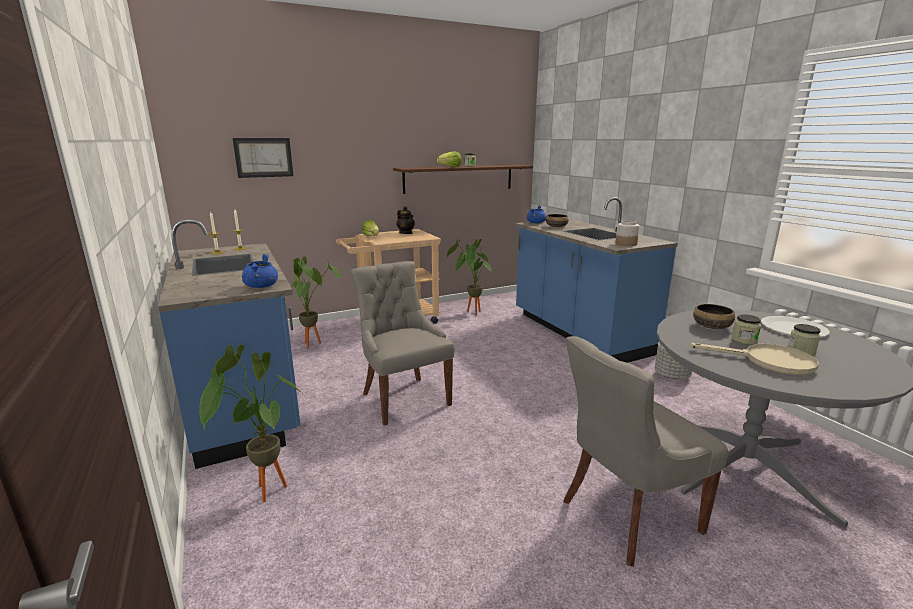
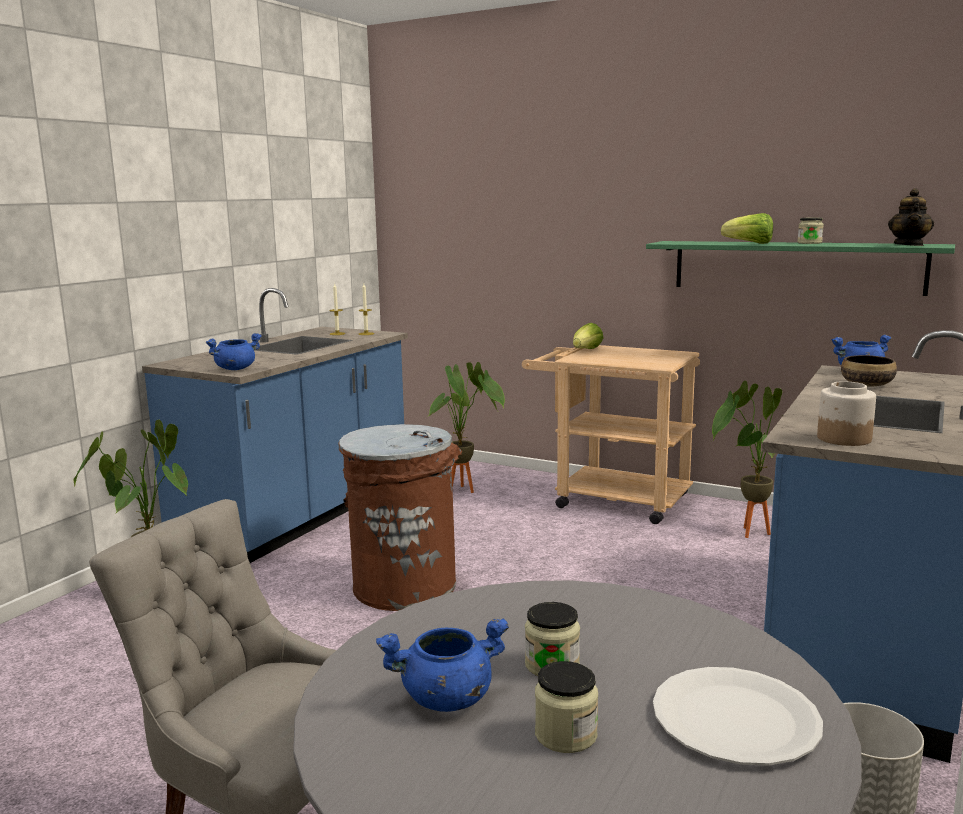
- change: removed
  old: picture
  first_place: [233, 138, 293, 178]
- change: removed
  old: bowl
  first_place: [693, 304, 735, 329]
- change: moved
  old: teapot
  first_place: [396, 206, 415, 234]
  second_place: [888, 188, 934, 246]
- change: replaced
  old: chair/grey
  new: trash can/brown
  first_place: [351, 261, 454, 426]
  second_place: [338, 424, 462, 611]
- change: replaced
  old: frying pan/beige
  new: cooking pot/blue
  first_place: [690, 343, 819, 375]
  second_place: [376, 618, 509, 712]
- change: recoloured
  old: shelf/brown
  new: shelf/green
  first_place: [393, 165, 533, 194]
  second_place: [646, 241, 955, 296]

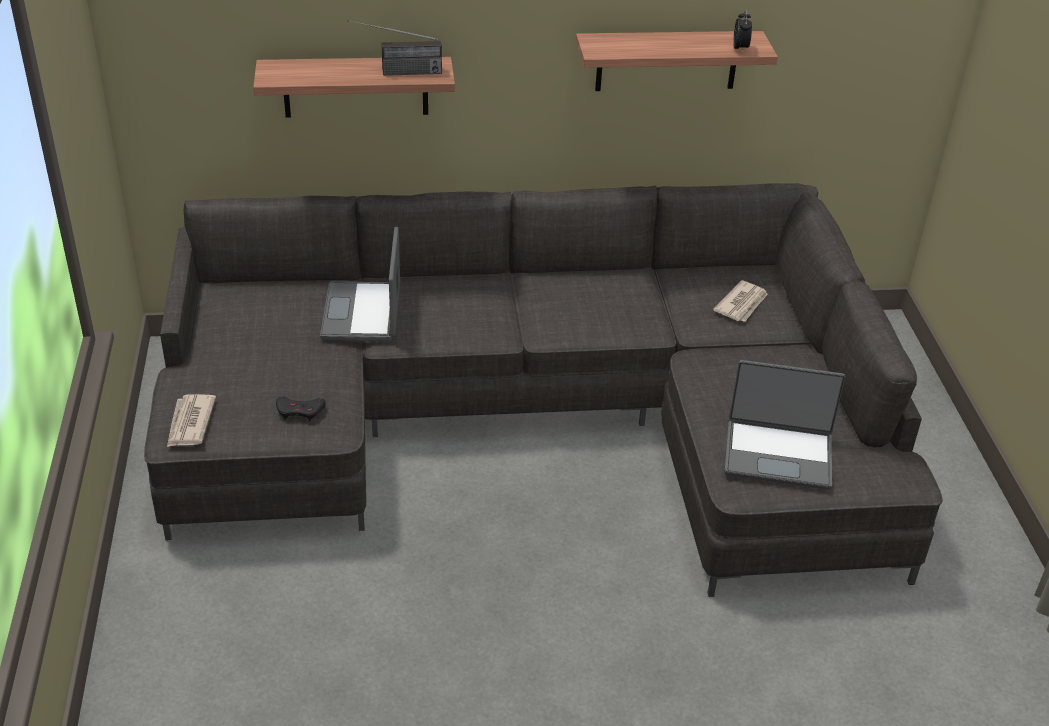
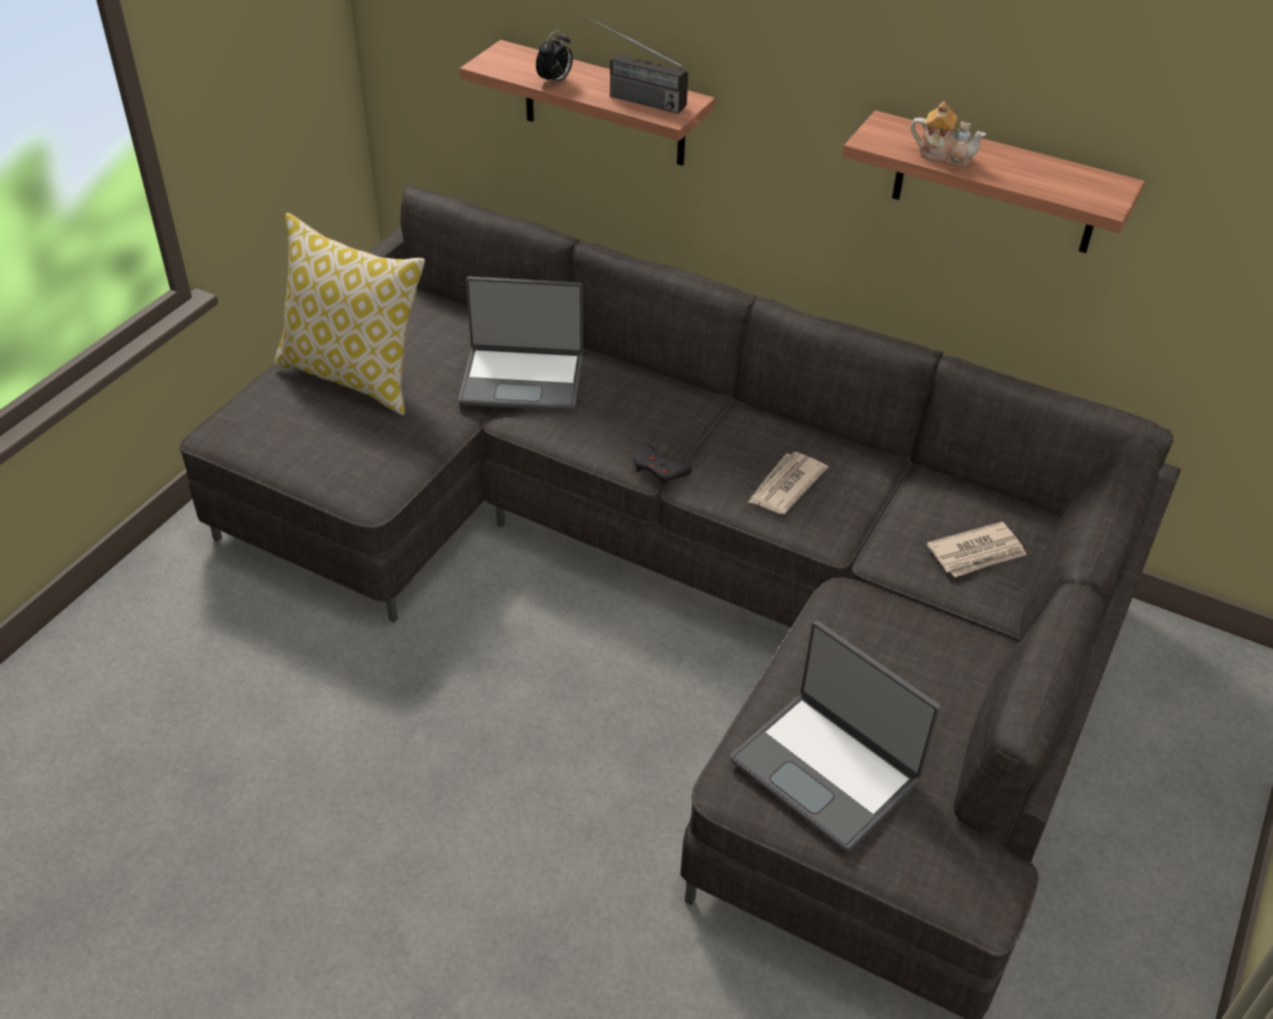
- change: added
  new: pillow
  second_place: [274, 213, 425, 415]
- change: added
  new: teapot
  second_place: [911, 101, 987, 167]
- change: moved
  old: newspaper
  first_place: [167, 394, 216, 447]
  second_place: [748, 452, 828, 514]
- change: moved
  old: game controller/black
  first_place: [276, 396, 326, 421]
  second_place: [634, 444, 692, 485]
- change: moved
  old: alarm clock
  first_place: [733, 9, 752, 53]
  second_place: [536, 30, 573, 86]
- change: turned
  old: laptop
  first_place: [320, 227, 400, 342]
  second_place: [458, 277, 583, 411]
  degrees: -120

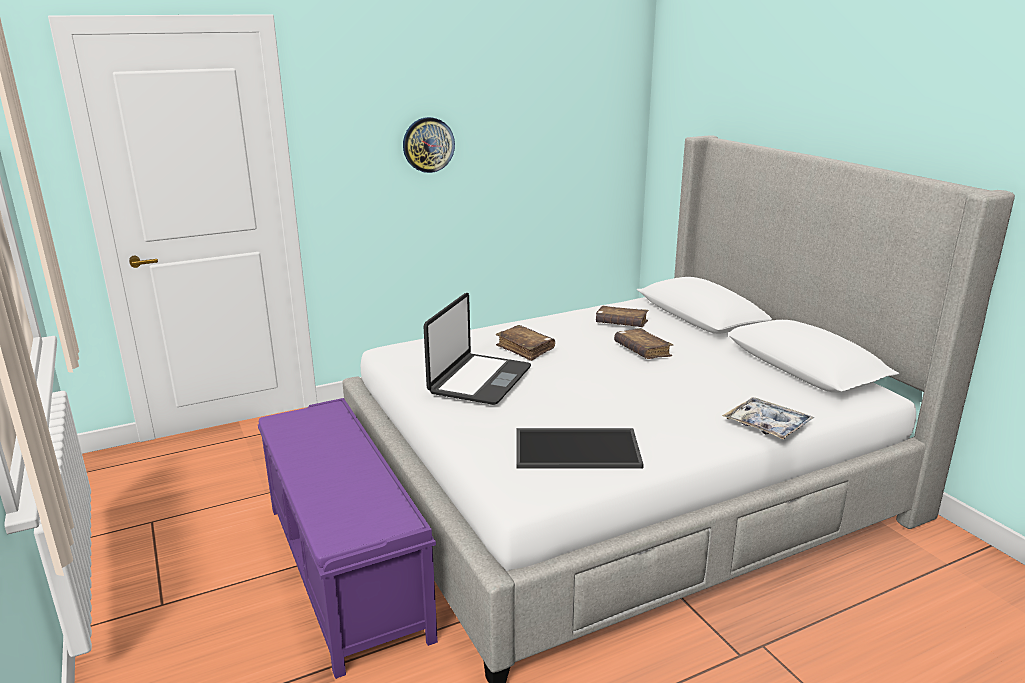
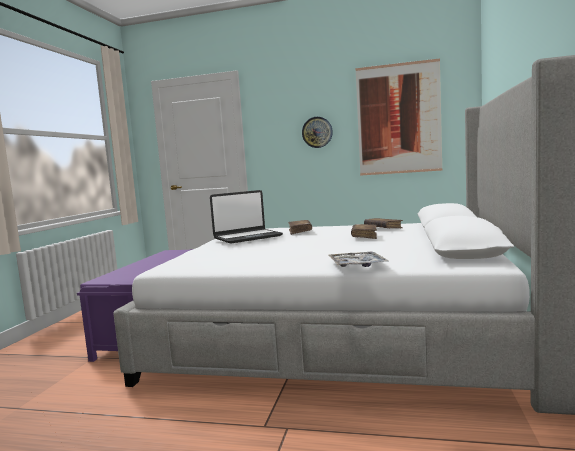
- change: removed
  old: tray
  first_place: [516, 428, 644, 469]
- change: added
  new: picture
  second_place: [355, 58, 442, 176]

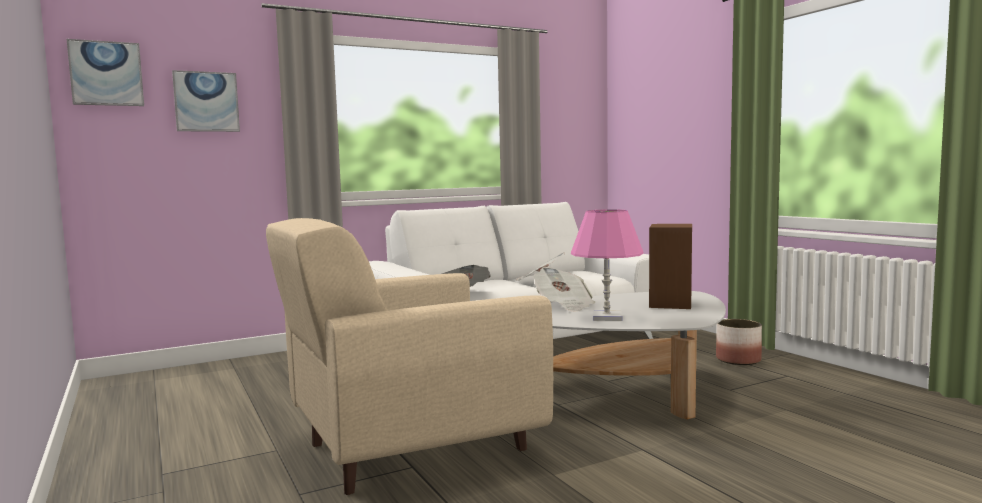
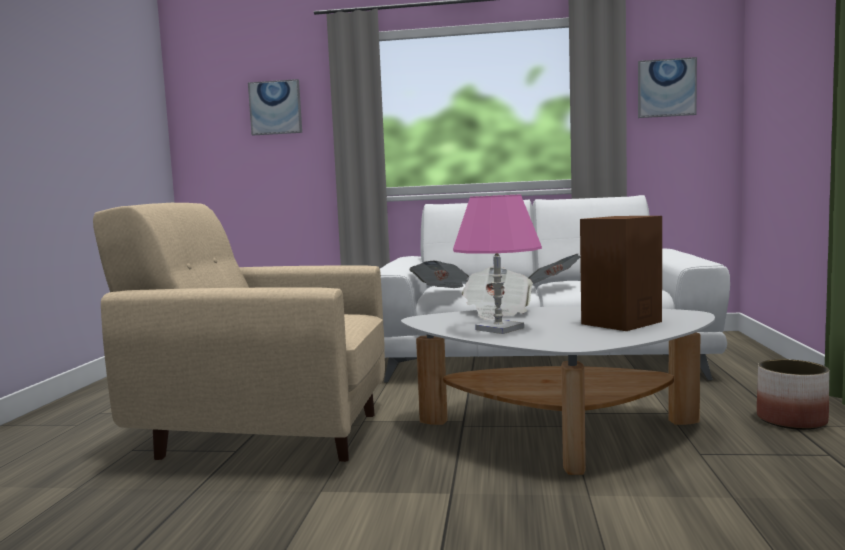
- change: moved
  old: picture
  first_place: [67, 39, 144, 106]
  second_place: [638, 57, 697, 118]

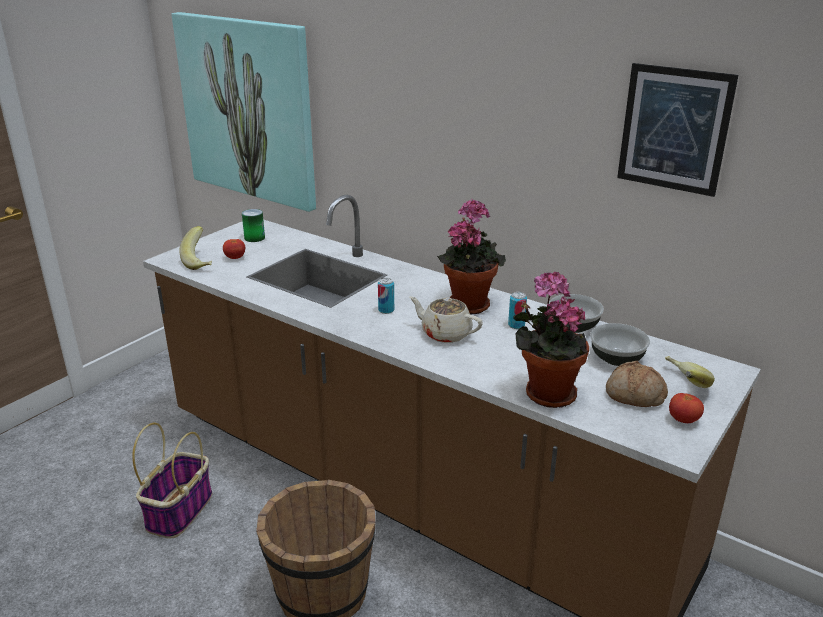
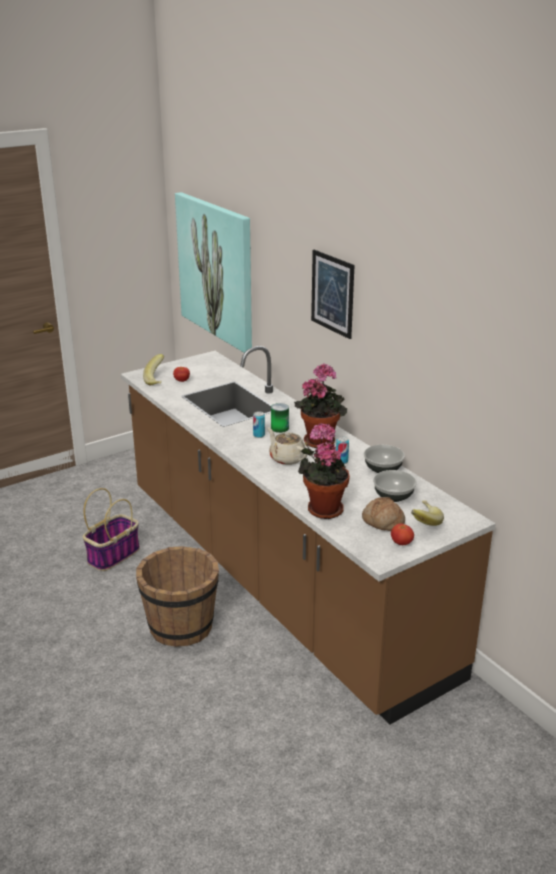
- change: moved
  old: can
  first_place: [242, 209, 265, 242]
  second_place: [271, 403, 289, 433]
- change: moved
  old: picture
  first_place: [617, 63, 738, 197]
  second_place: [311, 250, 354, 339]

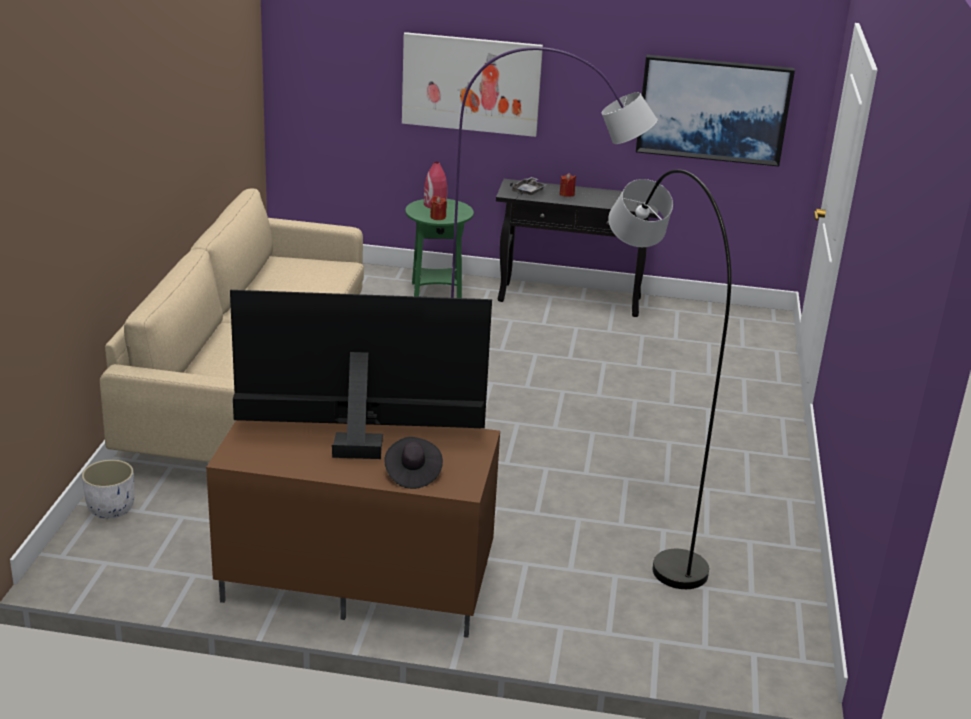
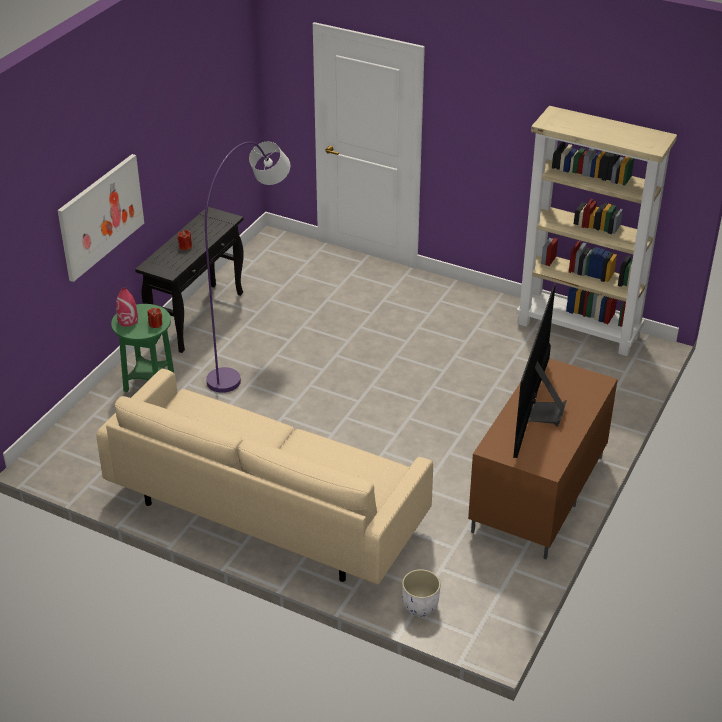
- change: removed
  old: hat/black
  first_place: [384, 437, 443, 489]
- change: removed
  old: tray/grey
  first_place: [510, 177, 548, 195]
- change: removed
  old: floor lamp/grey
  first_place: [609, 169, 731, 589]
- change: removed
  old: picture
  first_place: [636, 55, 795, 167]
- change: added
  new: bookcase/beige
  second_place: [517, 106, 677, 356]

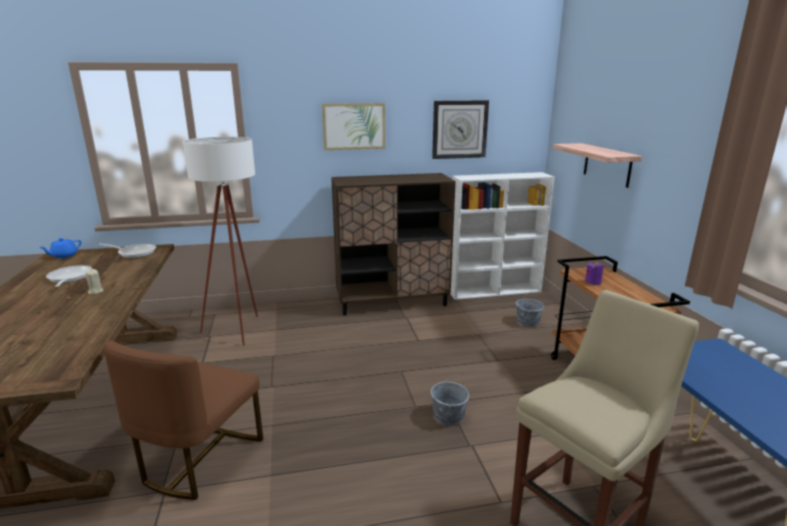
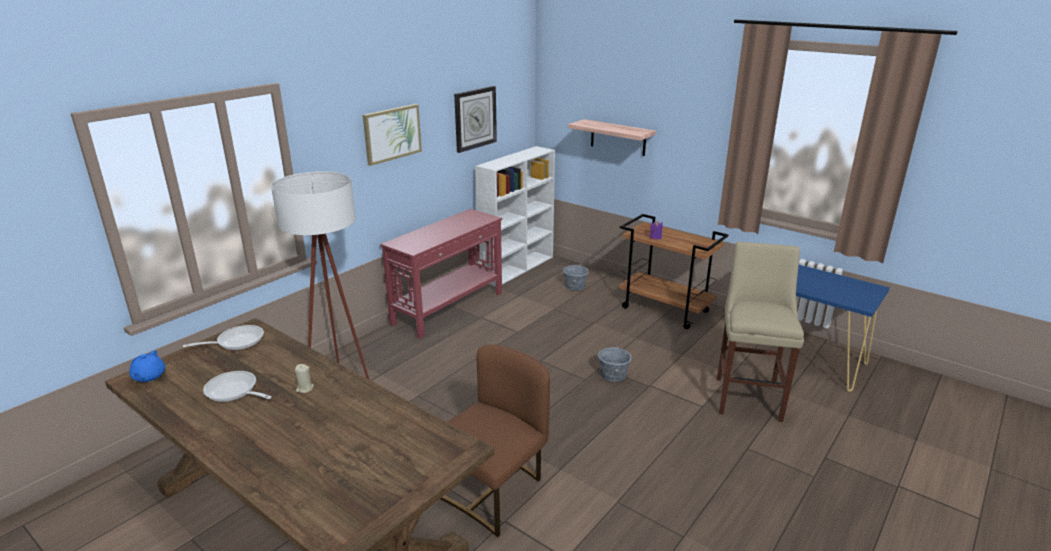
- change: replaced
  old: cabinet/brown
  new: console table/red
  first_place: [331, 173, 456, 315]
  second_place: [380, 209, 502, 339]
- change: turned
  old: chair/brown
  first_place: [104, 341, 263, 500]
  second_place: [440, 344, 550, 537]
  degrees: -120

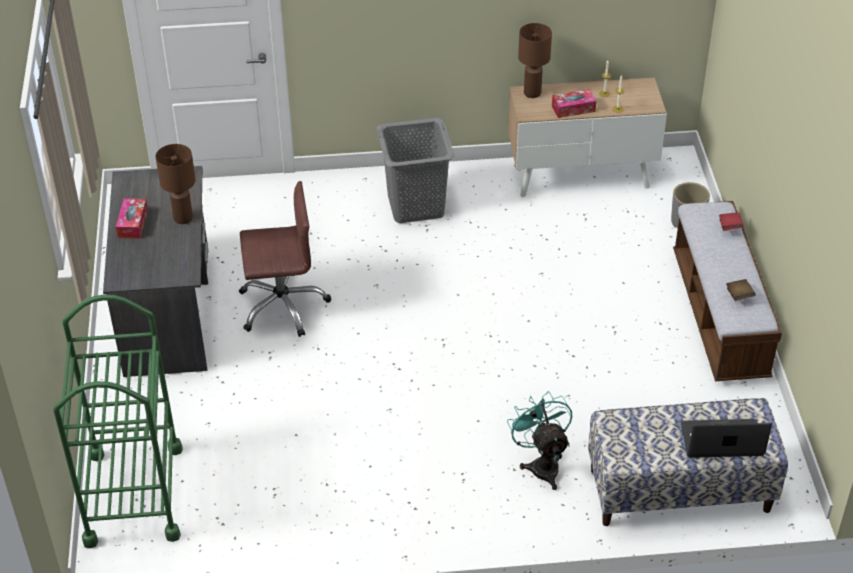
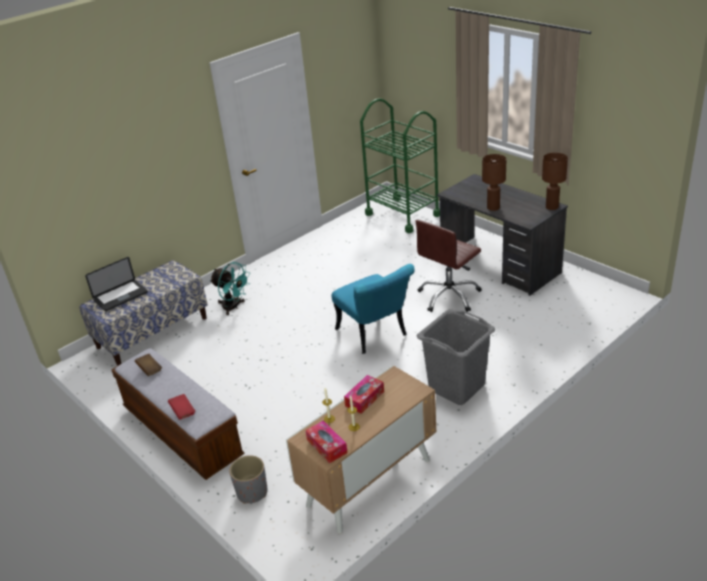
- change: added
  new: chair/turquoise
  second_place: [332, 264, 415, 354]
- change: moved
  old: tissue box
  first_place: [116, 198, 148, 239]
  second_place: [306, 421, 347, 463]
- change: moved
  old: table lamp/brown
  first_place: [518, 23, 552, 98]
  second_place: [542, 153, 568, 210]

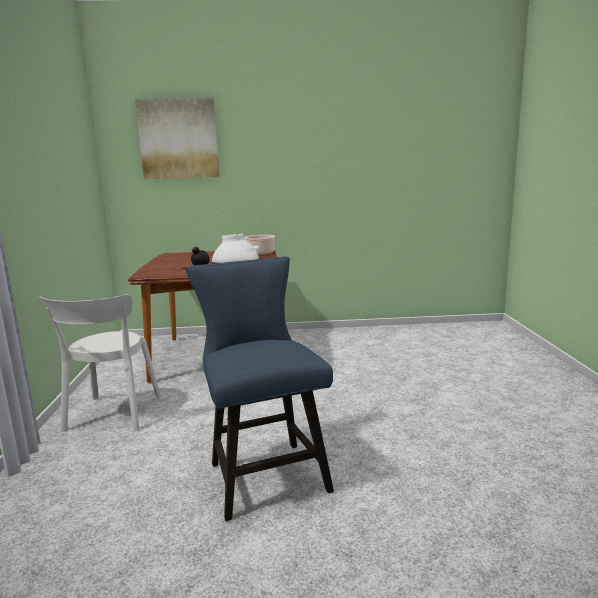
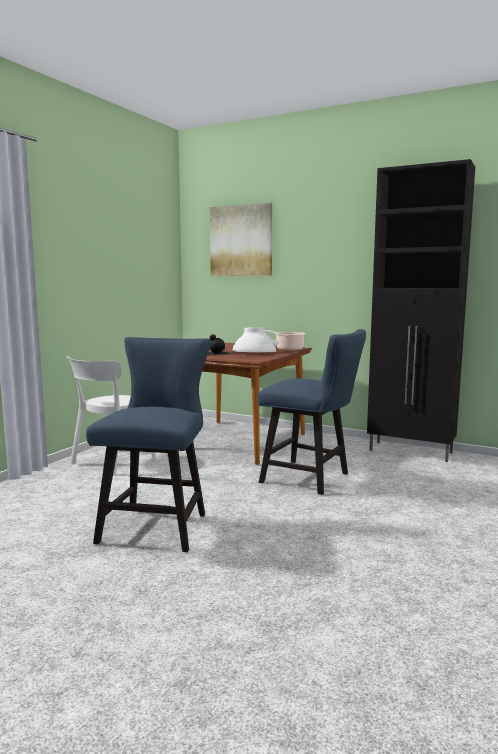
- change: added
  new: chair/blue
  second_place: [258, 329, 366, 495]
- change: added
  new: cabinet/black
  second_place: [367, 159, 475, 462]

